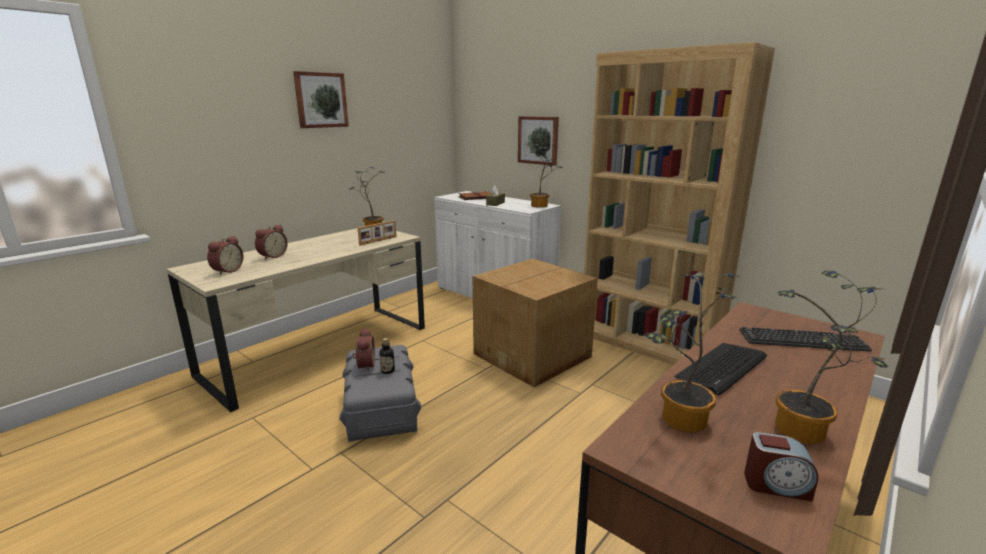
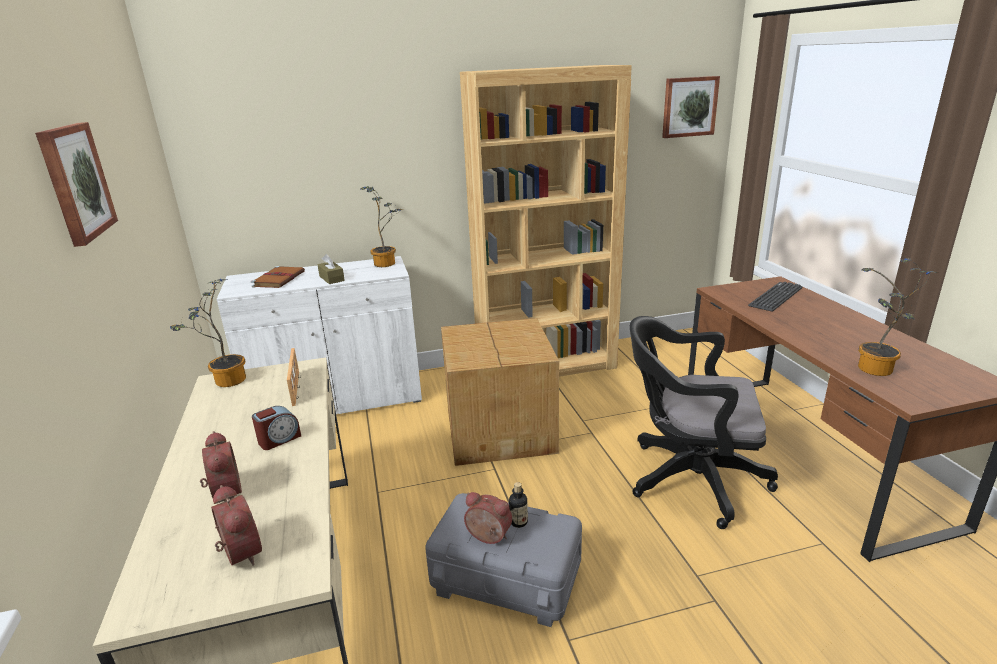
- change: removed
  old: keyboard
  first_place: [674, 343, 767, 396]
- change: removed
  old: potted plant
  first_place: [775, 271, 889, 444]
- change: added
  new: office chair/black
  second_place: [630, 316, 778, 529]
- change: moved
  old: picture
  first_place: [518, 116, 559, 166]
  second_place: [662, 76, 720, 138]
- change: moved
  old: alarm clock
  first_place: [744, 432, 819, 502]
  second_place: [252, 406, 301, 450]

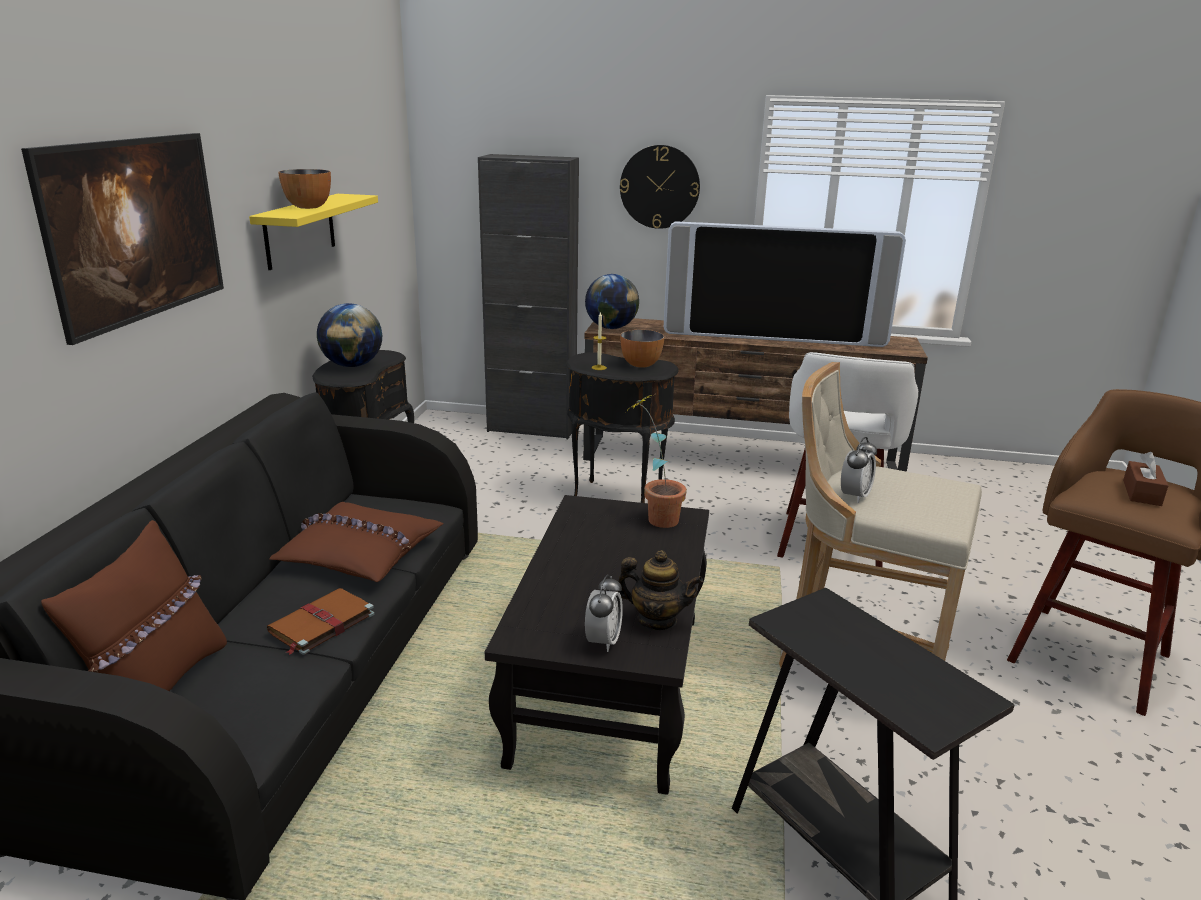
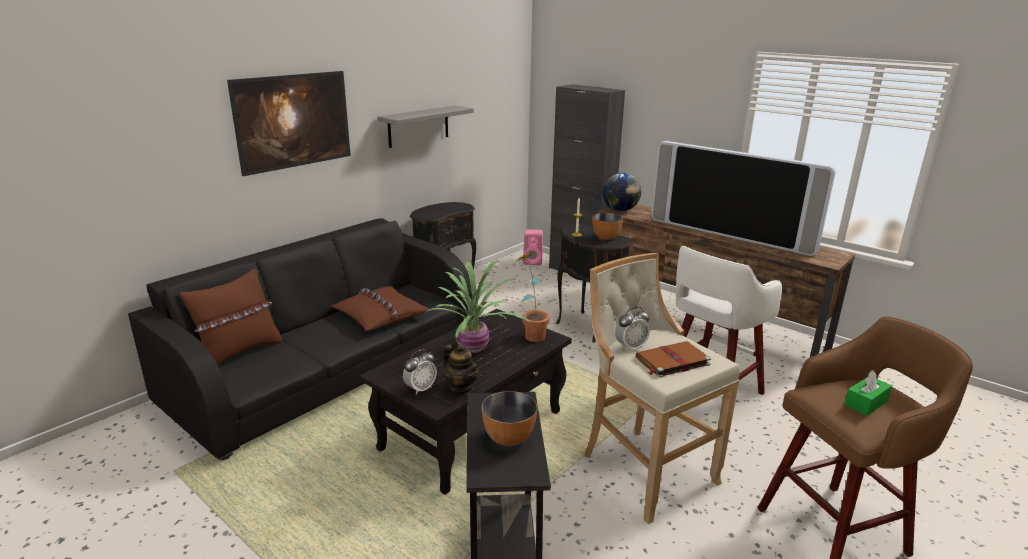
- change: removed
  old: globe
  first_place: [317, 303, 382, 367]
- change: removed
  old: wall clock
  first_place: [620, 145, 700, 229]
- change: added
  new: potted plant
  second_place: [426, 260, 531, 353]
- change: added
  new: speaker/pink
  second_place: [523, 229, 543, 265]
- change: moved
  old: book/brown
  first_place: [267, 588, 374, 655]
  second_place: [636, 341, 711, 378]
- change: moved
  old: bowl
  first_place: [278, 169, 331, 209]
  second_place: [482, 391, 537, 446]
- change: recoloured
  old: shelf/yellow
  new: shelf/grey
  first_place: [249, 194, 378, 270]
  second_place: [377, 105, 474, 148]
- change: recoloured
  old: tissue box/brown
  new: tissue box/green
  first_place: [1123, 452, 1168, 506]
  second_place: [844, 370, 892, 416]

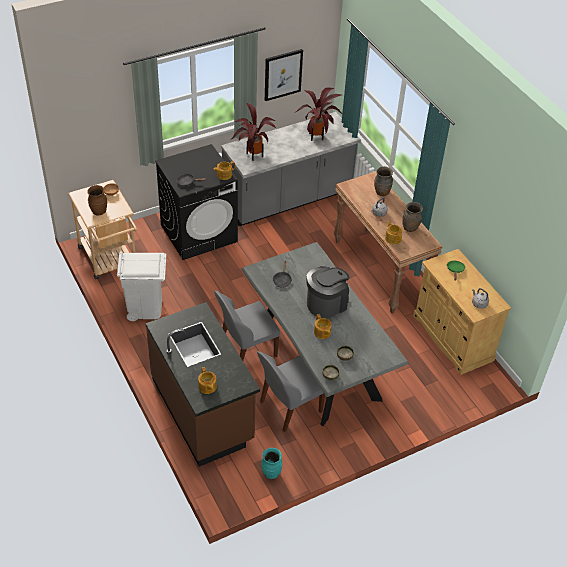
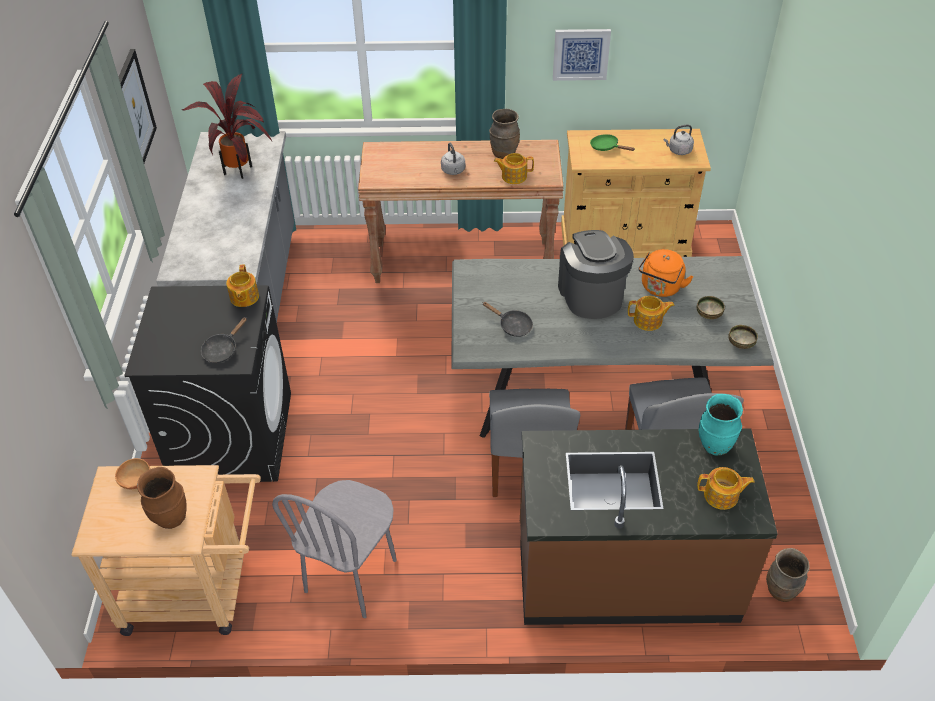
- change: removed
  old: potted plant
  first_place: [232, 103, 276, 161]
- change: added
  new: picture
  second_place: [553, 29, 611, 81]
- change: added
  new: kettle/orange
  second_place: [638, 249, 694, 297]
- change: moved
  old: vase/turquoise
  first_place: [261, 448, 282, 479]
  second_place: [699, 394, 743, 456]
- change: moved
  old: vase/brown
  first_place: [374, 166, 393, 196]
  second_place: [766, 548, 809, 602]
- change: replaced
  old: trash can/white
  new: chair/grey
  first_place: [117, 251, 166, 321]
  second_place: [272, 480, 397, 618]

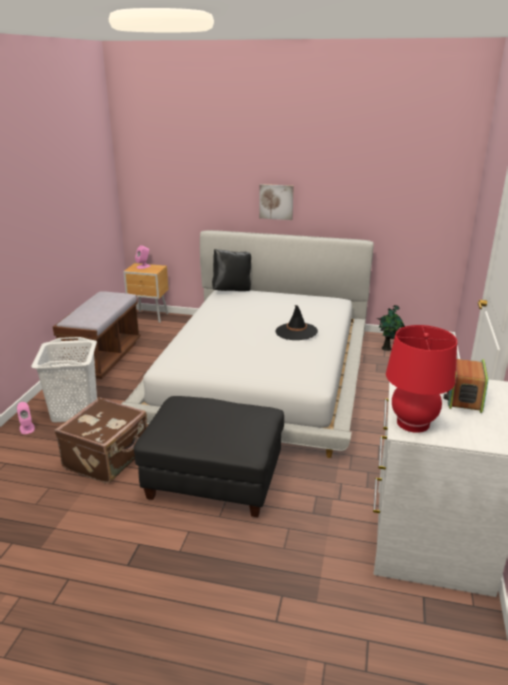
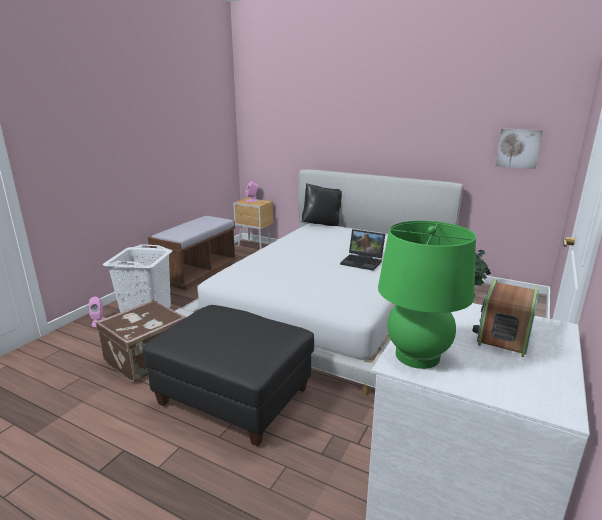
- change: moved
  old: picture
  first_place: [259, 184, 294, 220]
  second_place: [495, 129, 543, 169]
- change: replaced
  old: hat/black
  new: laptop
  first_place: [276, 305, 318, 340]
  second_place: [340, 229, 385, 271]
- change: recoloured
  old: table lamp/red
  new: table lamp/green
  first_place: [386, 325, 457, 433]
  second_place: [378, 221, 476, 369]

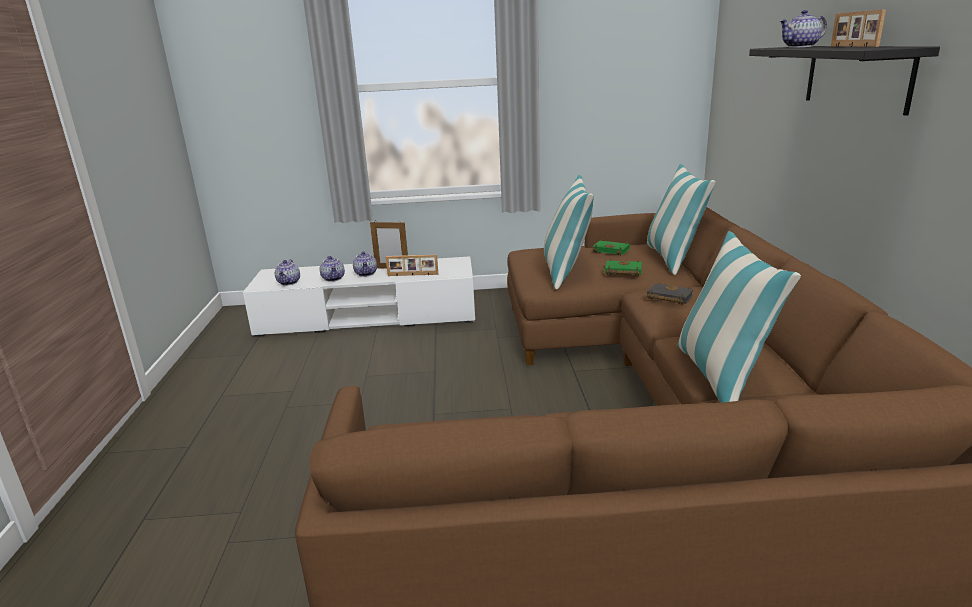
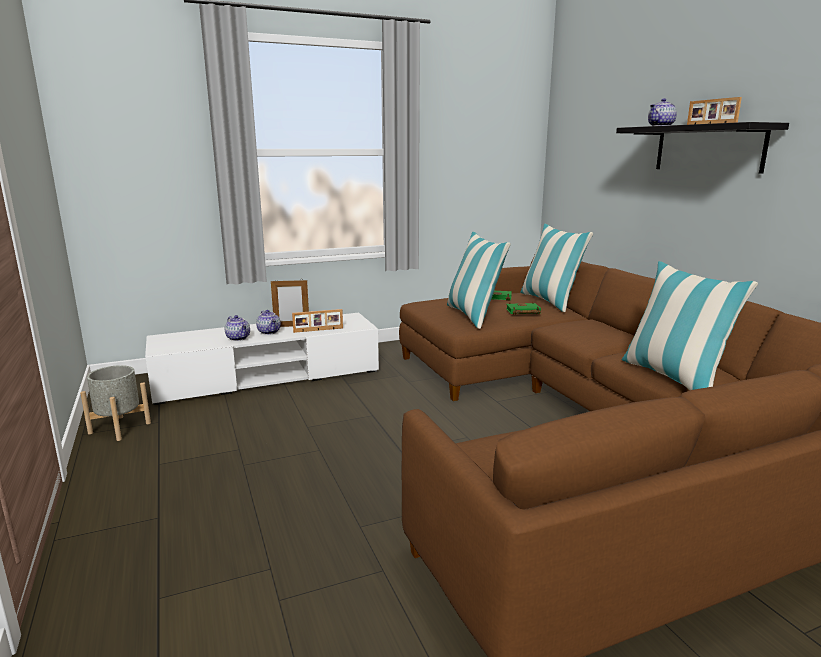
- change: removed
  old: teapot
  first_place: [275, 259, 300, 285]
- change: removed
  old: book/black
  first_place: [647, 282, 694, 305]
- change: added
  new: planter/grey
  second_place: [80, 365, 151, 441]

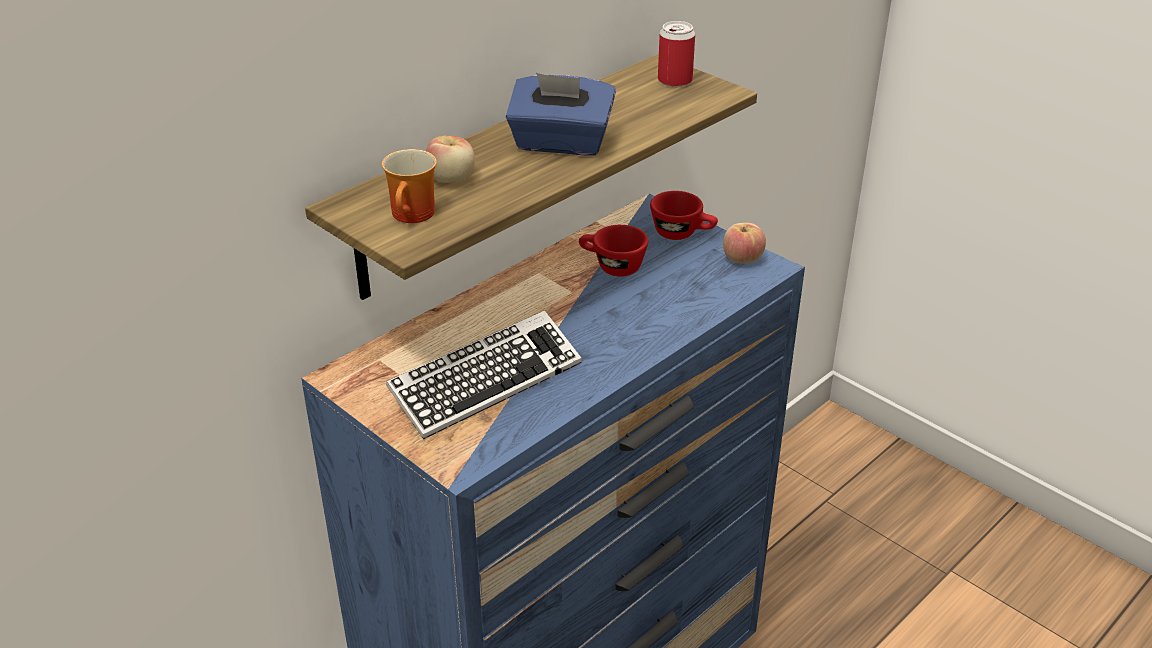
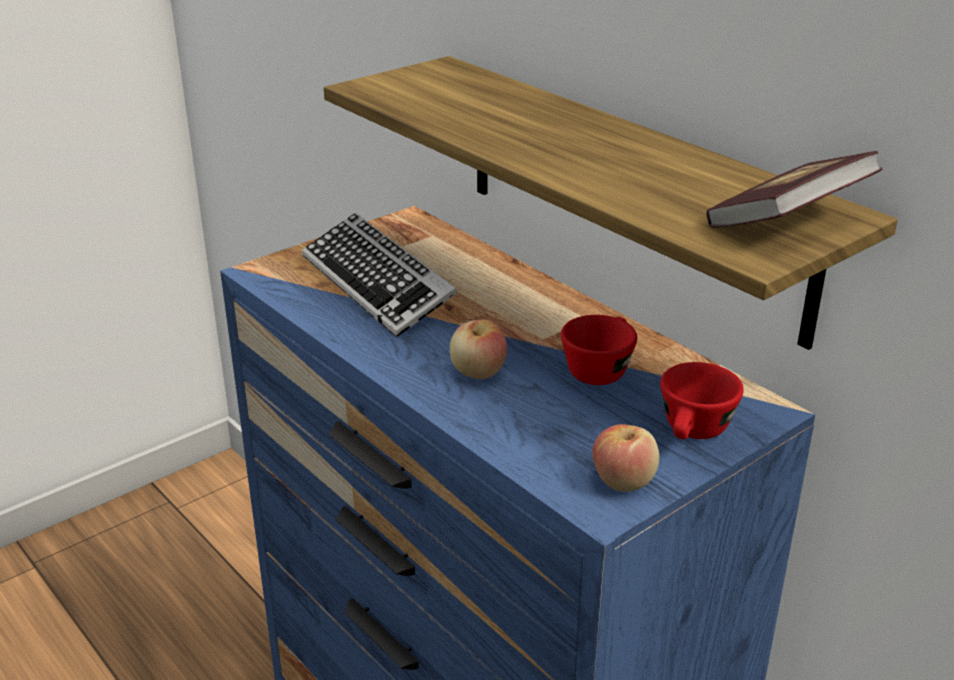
- change: removed
  old: mug
  first_place: [382, 149, 437, 223]
- change: removed
  old: tissue box/blue
  first_place: [506, 73, 616, 155]
- change: moved
  old: apple
  first_place: [426, 136, 475, 183]
  second_place: [450, 320, 507, 379]
- change: replaced
  old: can
  new: book
  first_place: [658, 21, 695, 87]
  second_place: [706, 151, 882, 228]

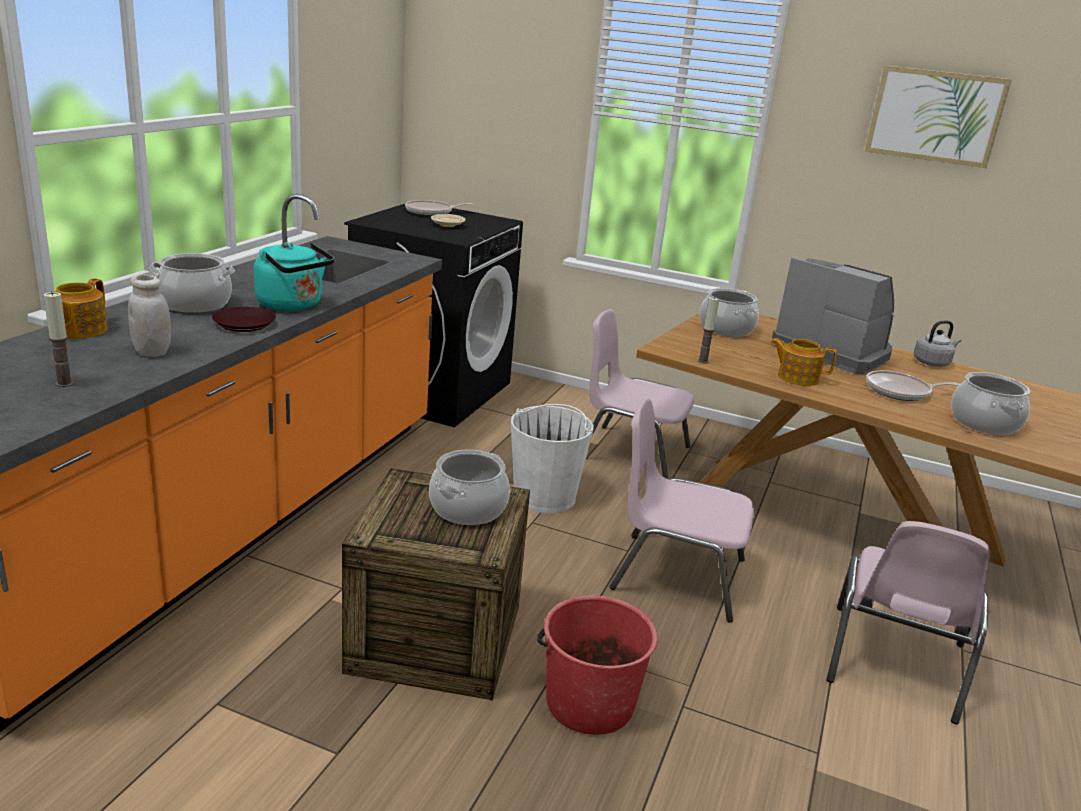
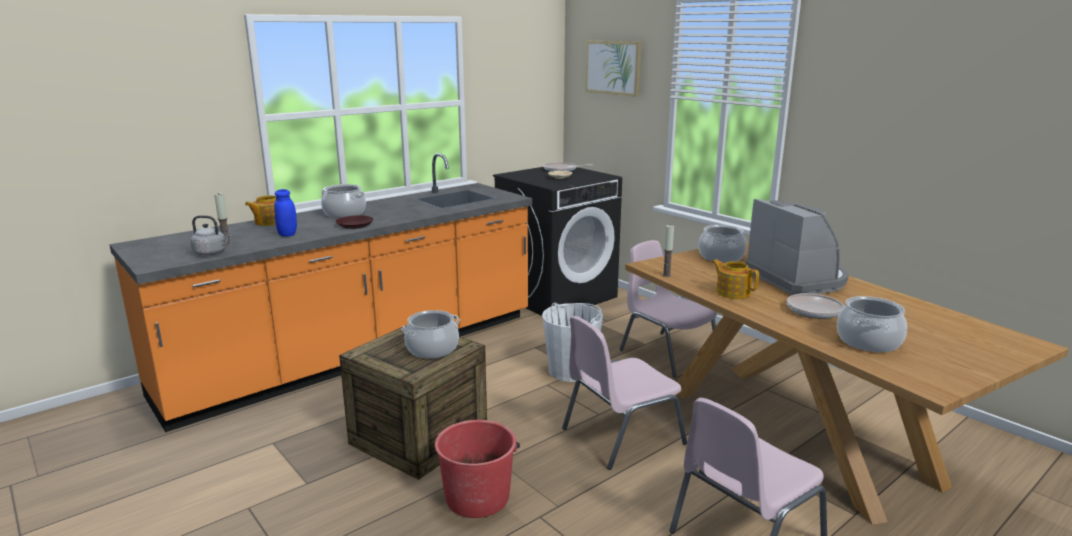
- change: removed
  old: kettle/turquoise
  first_place: [254, 242, 334, 311]
- change: moved
  old: picture
  first_place: [865, 65, 1012, 168]
  second_place: [585, 41, 642, 97]
- change: moved
  old: kettle/grey
  first_place: [914, 321, 962, 367]
  second_place: [190, 215, 231, 255]
- change: recoloured
  old: jar/white
  new: jar/blue
  first_place: [128, 275, 171, 357]
  second_place: [274, 189, 297, 237]
- change: turned
  old: chair/pink
  first_place: [609, 398, 754, 623]
  second_place: [562, 316, 687, 470]
  degrees: -75

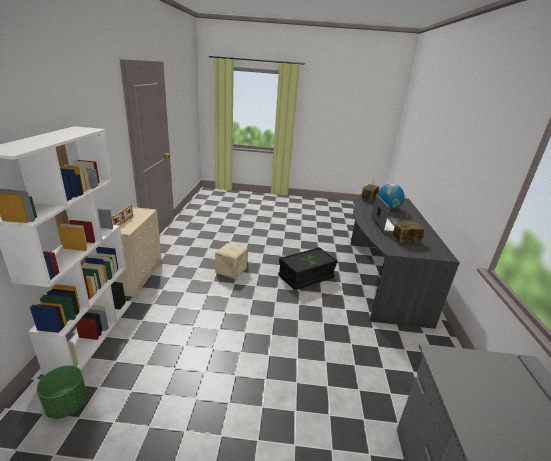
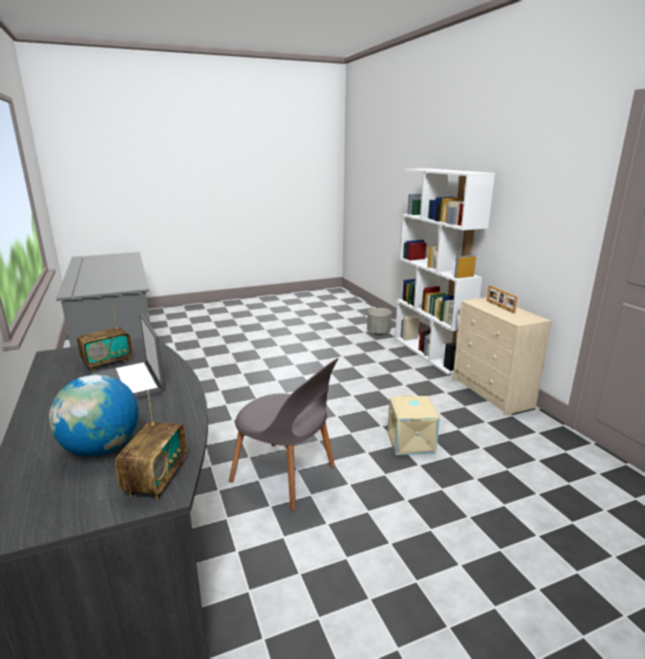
- change: replaced
  old: storage box/black
  new: chair/grey
  first_place: [278, 247, 338, 290]
  second_place: [229, 358, 339, 511]
- change: recoloured
  old: planter/green
  new: planter/grey
  first_place: [37, 365, 87, 419]
  second_place: [367, 308, 392, 335]

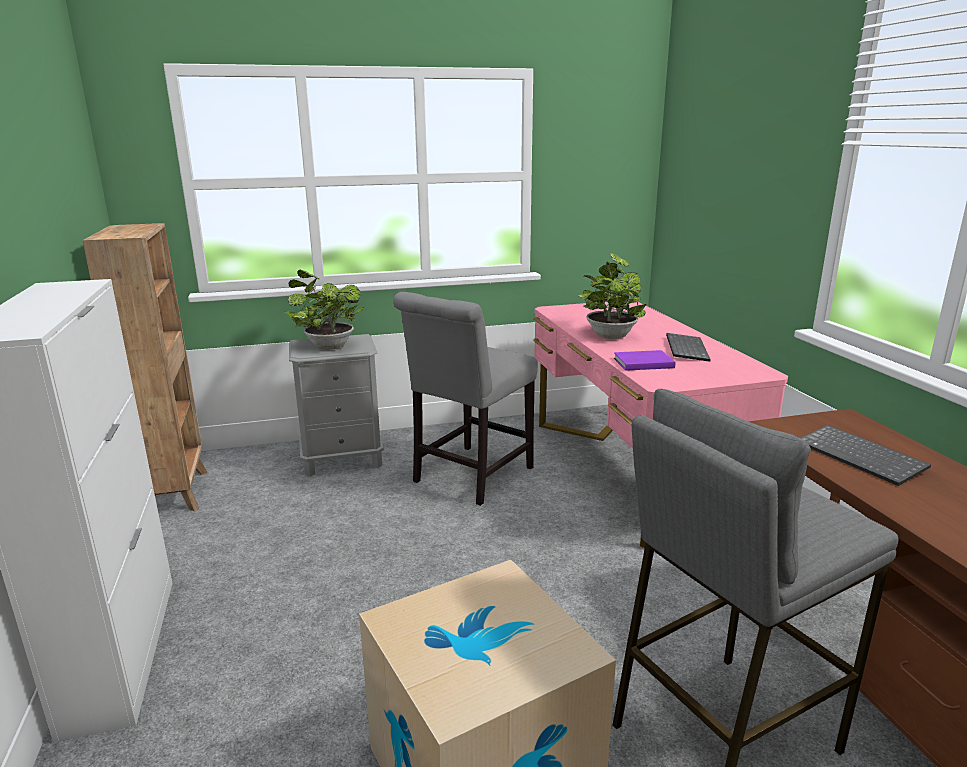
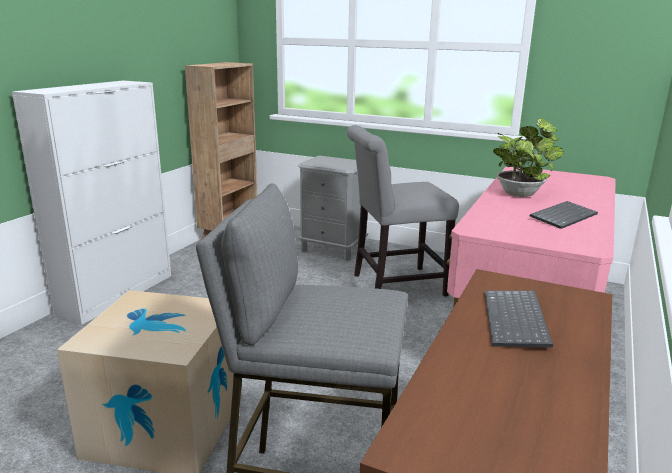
- change: removed
  old: potted plant
  first_place: [284, 270, 364, 350]
- change: removed
  old: book/purple
  first_place: [614, 350, 675, 371]

